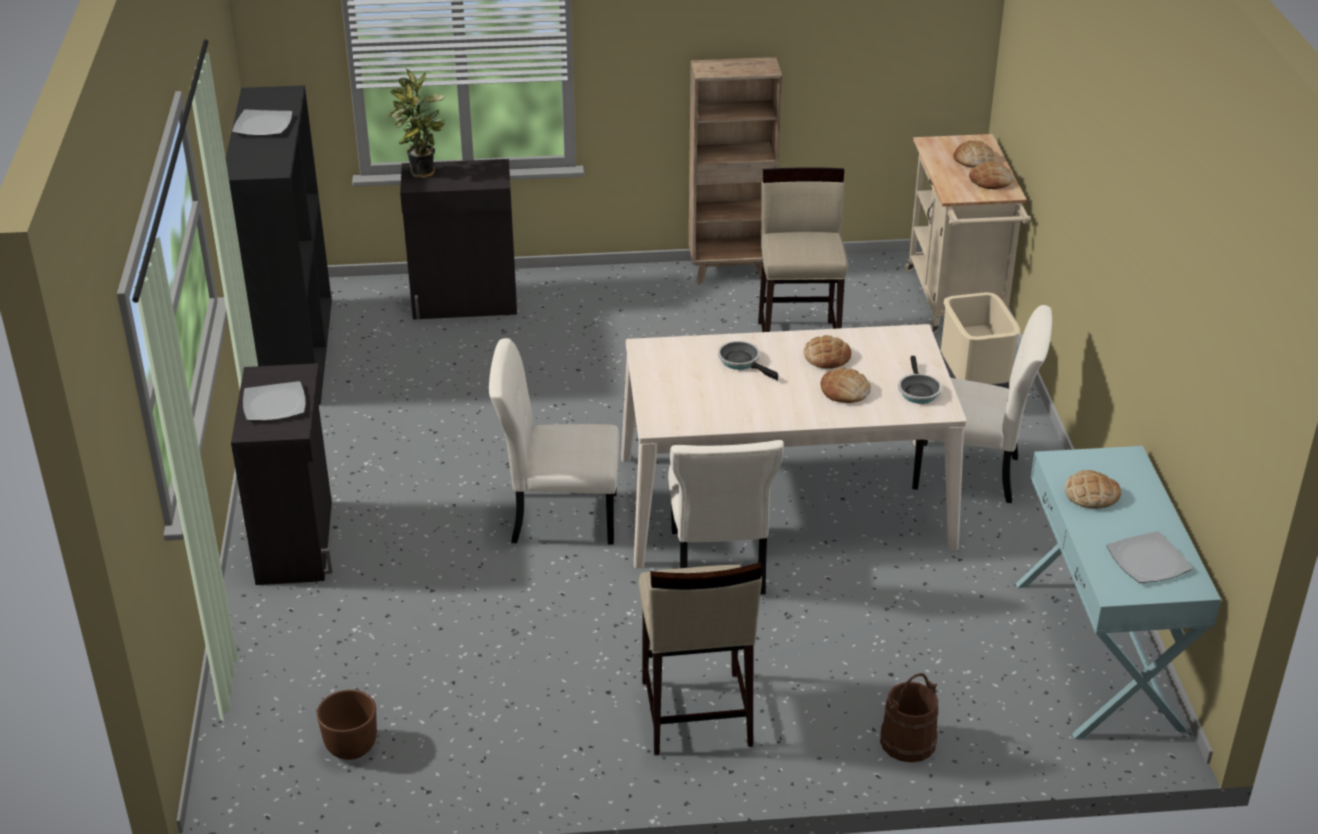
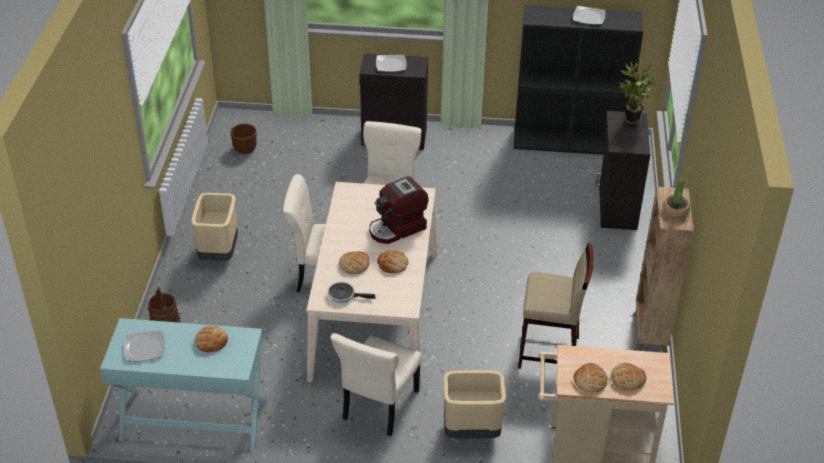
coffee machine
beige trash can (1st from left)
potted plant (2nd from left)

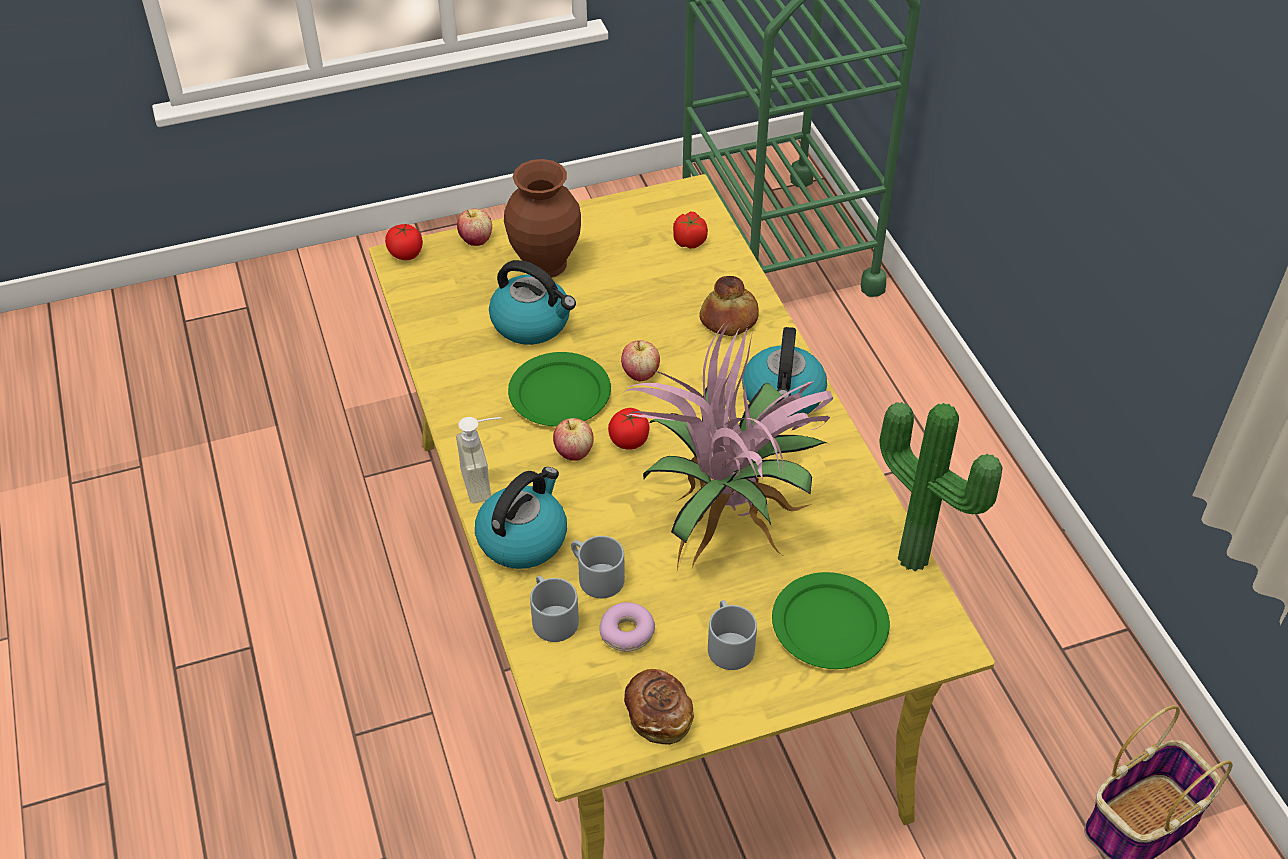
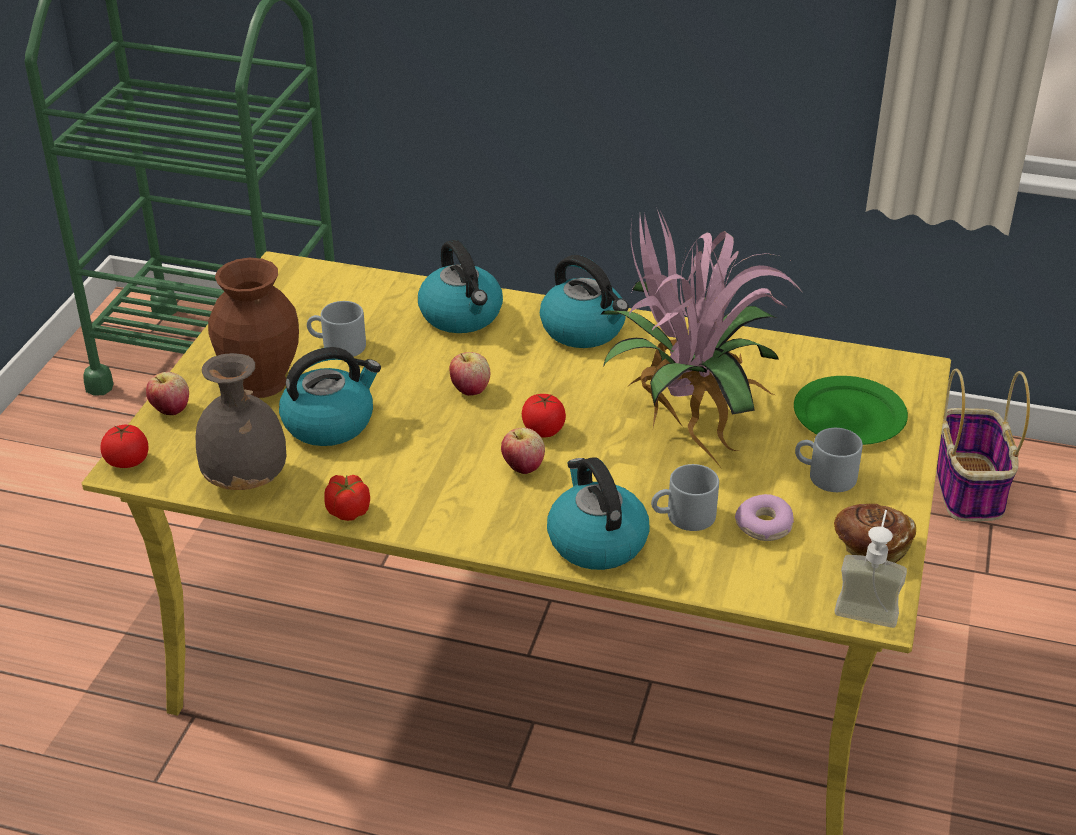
tomato (2nd from left)
kettle (2nd from left)
green plate (1st from left in the first image)
potted plant (2nd from left in the first image)
soap dispenser
grey mug (1st from left)
grey vase

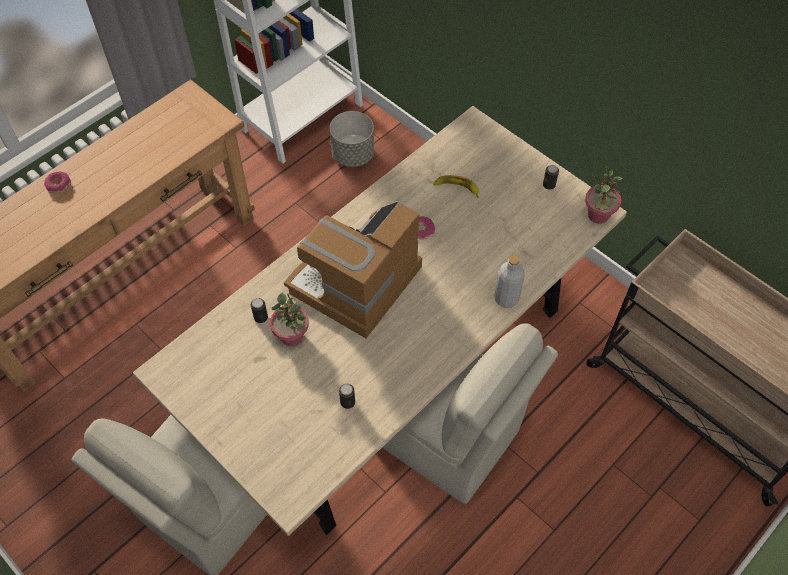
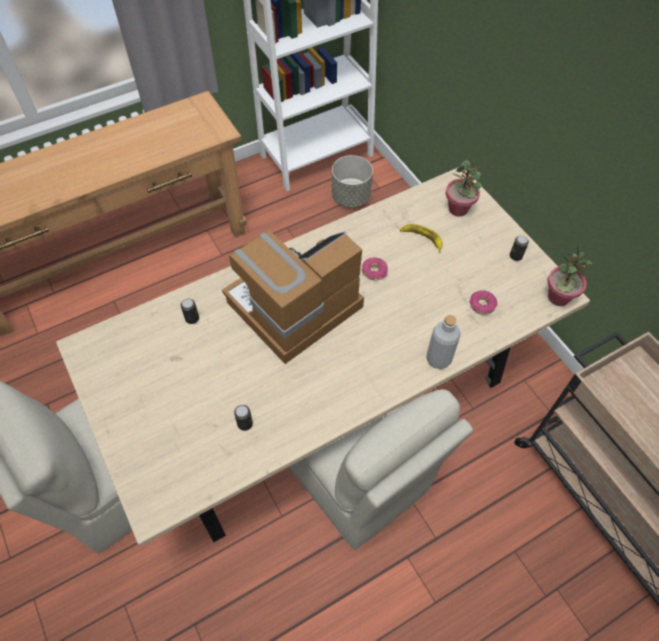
donut (2nd from left)
potted plant (1st from left)

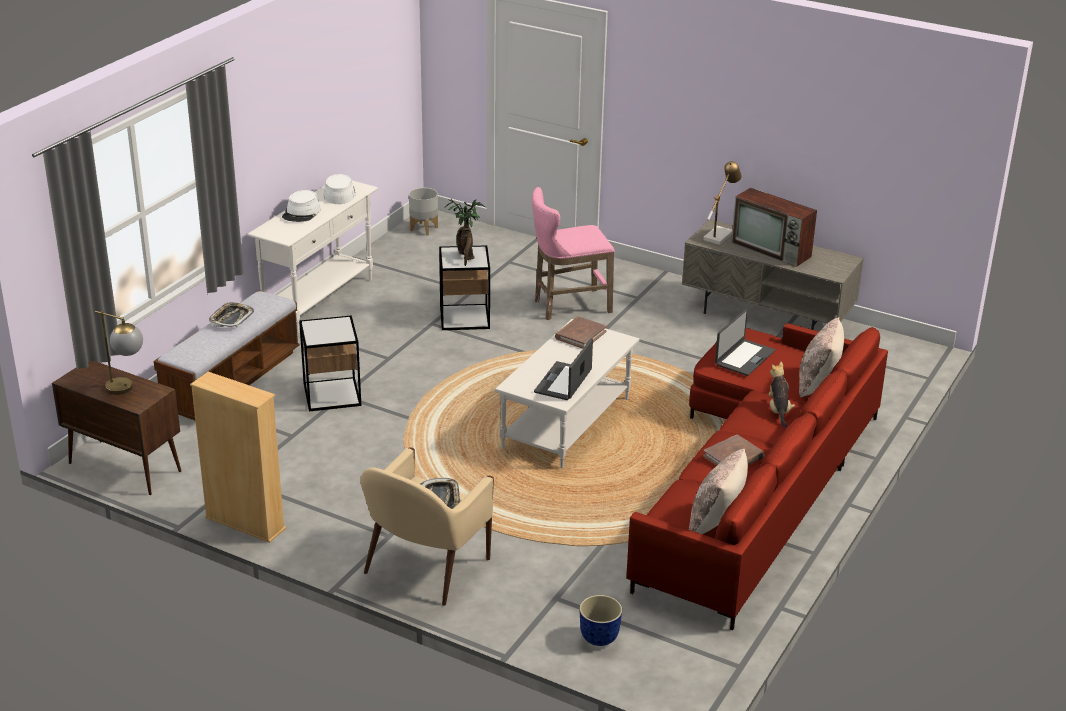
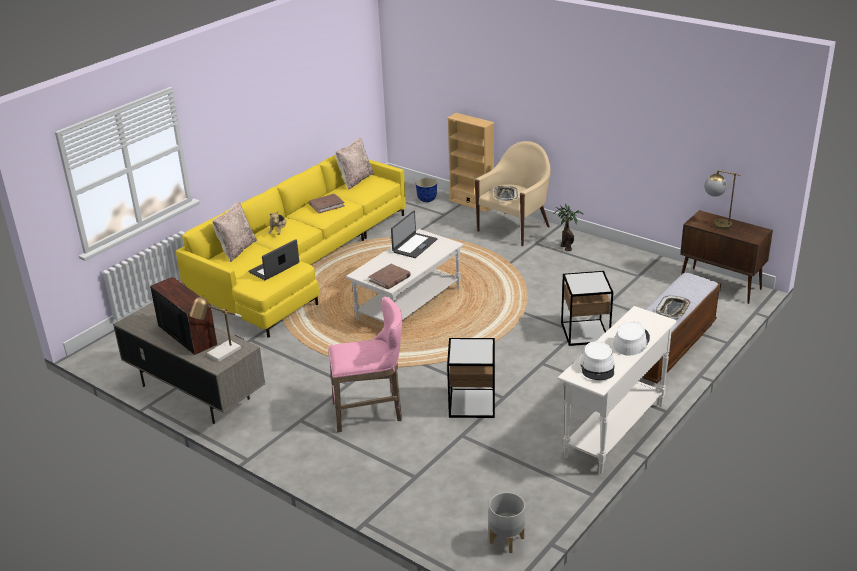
potted plant
yellow sofa
beige bookcase

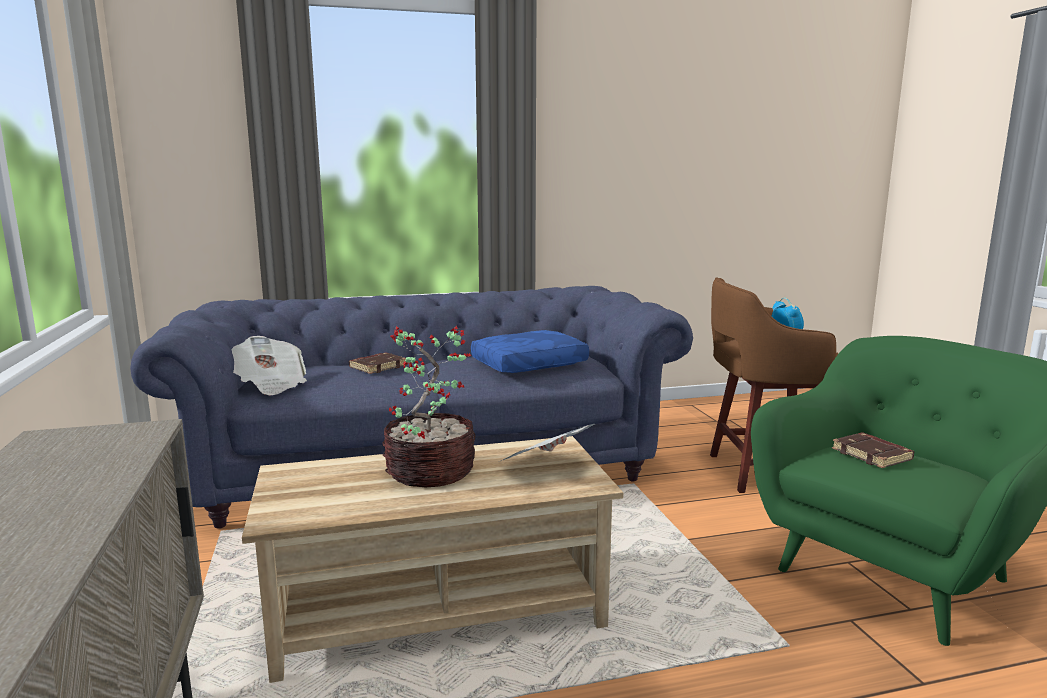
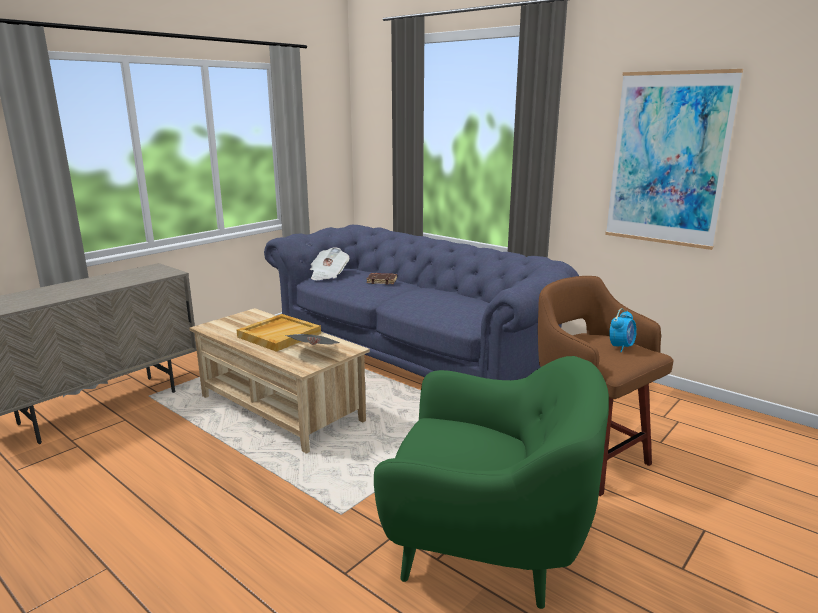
beige tray
blue pillow
brown book (2nd from left in the first image)
picture

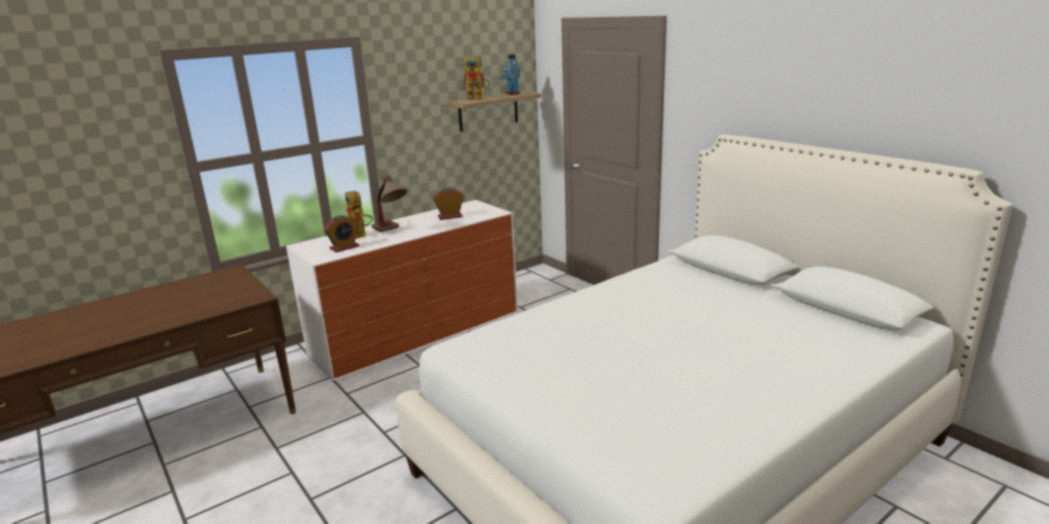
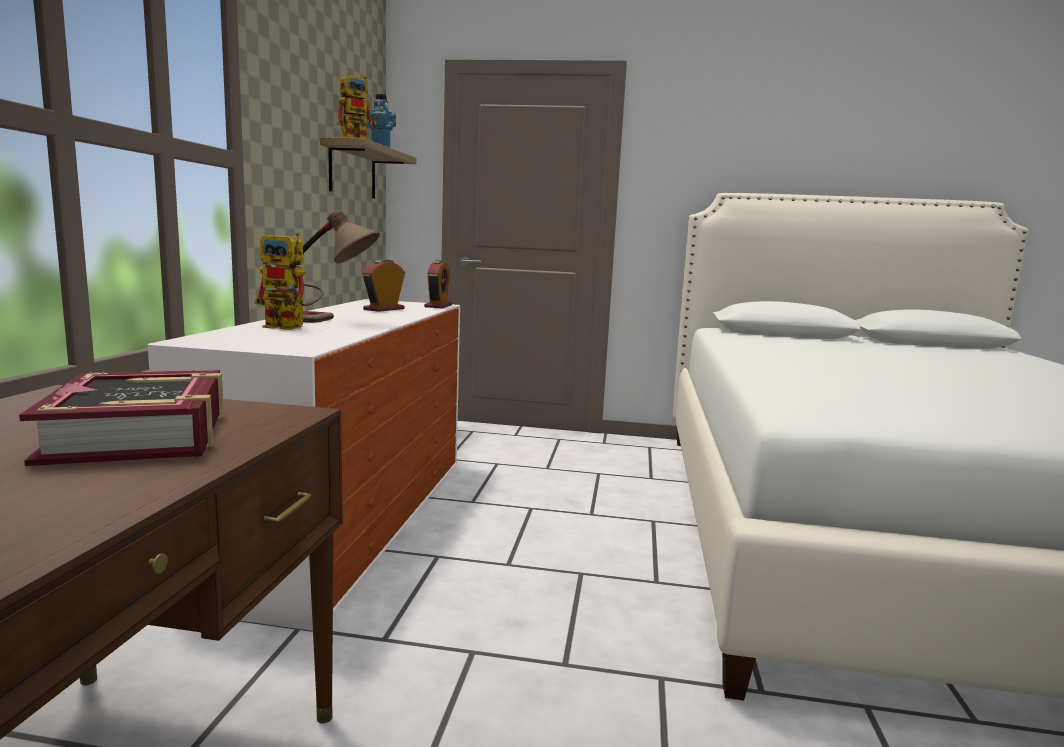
alarm clock (2nd from left)
book

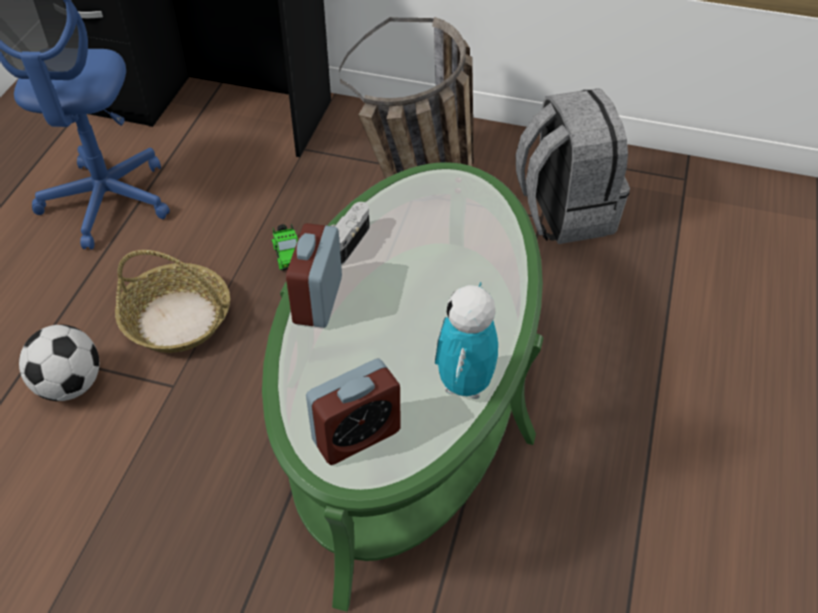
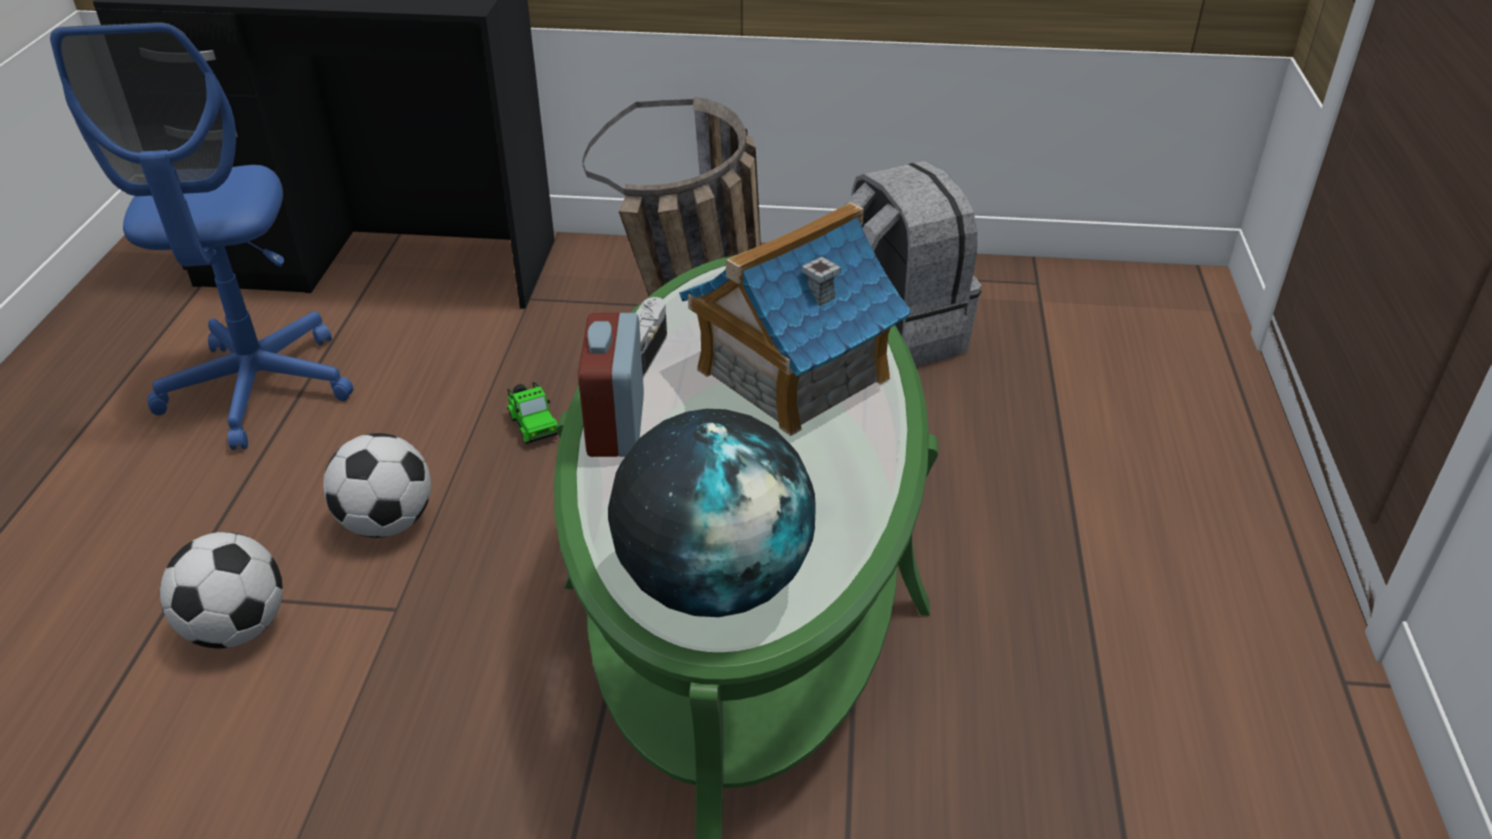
football (2nd from left)
toy robot
globe
toy house

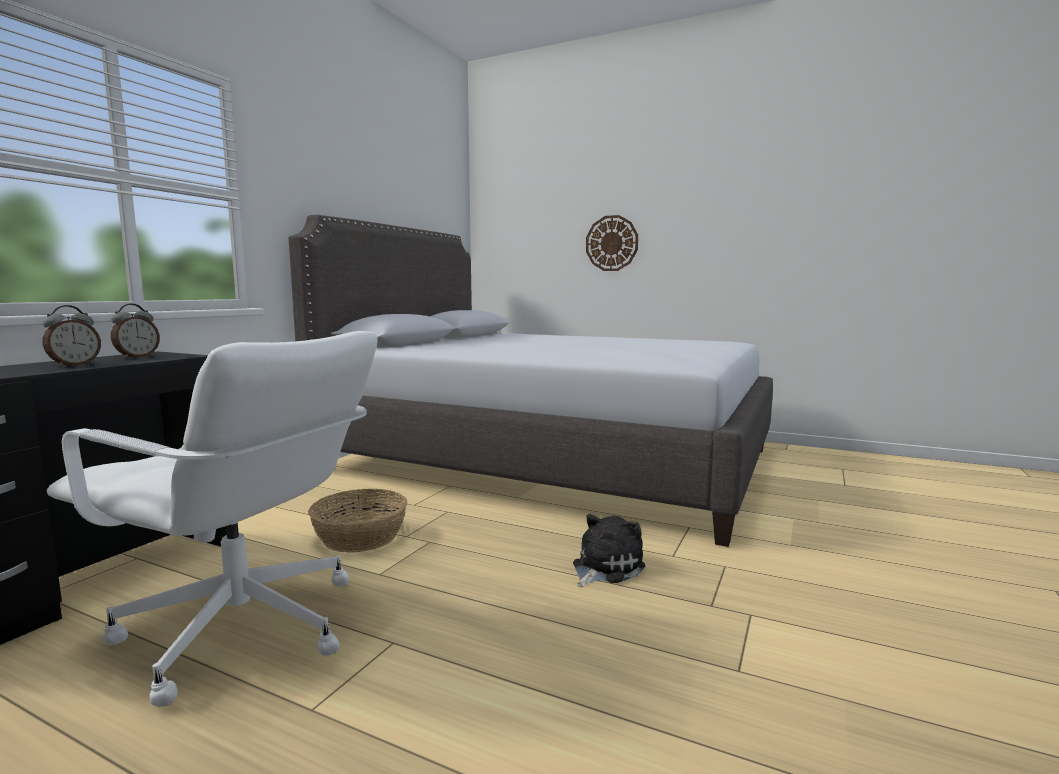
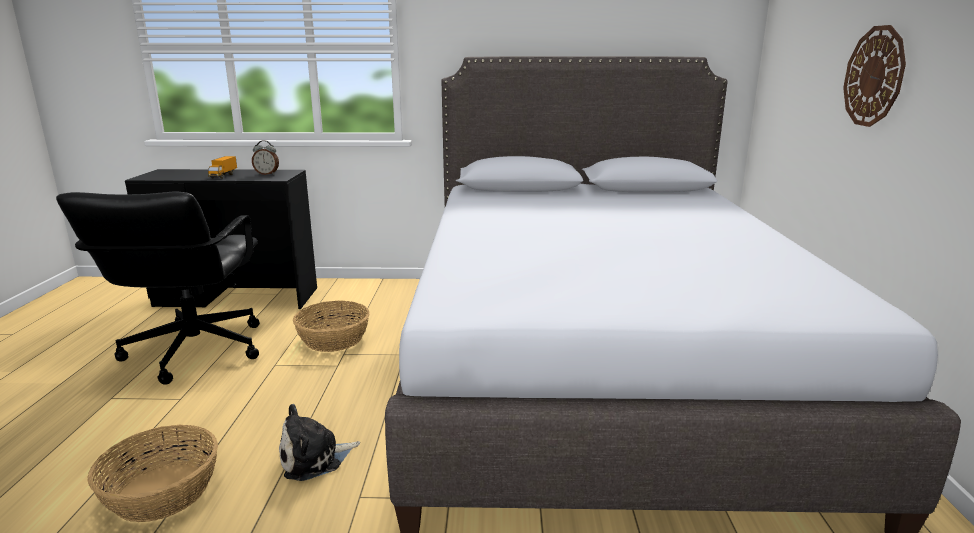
toy truck
black office chair
plush toy
basket (1st from left)

